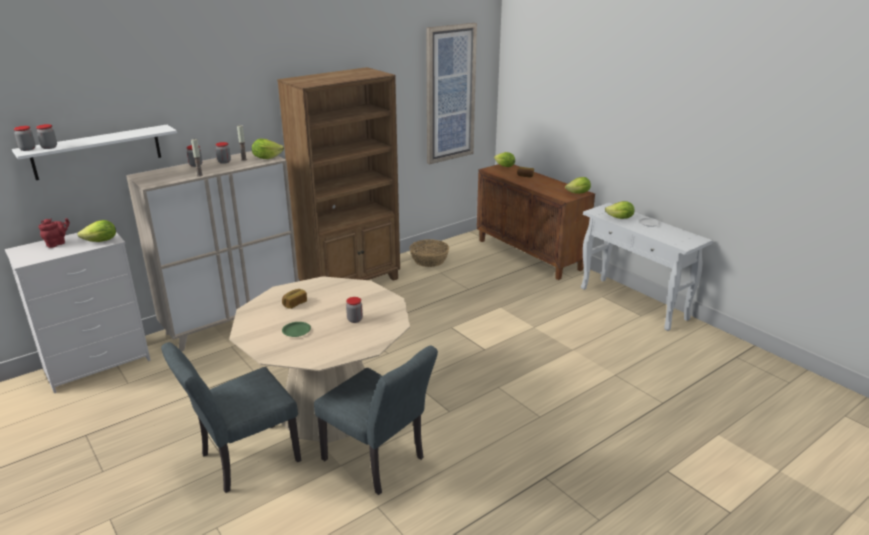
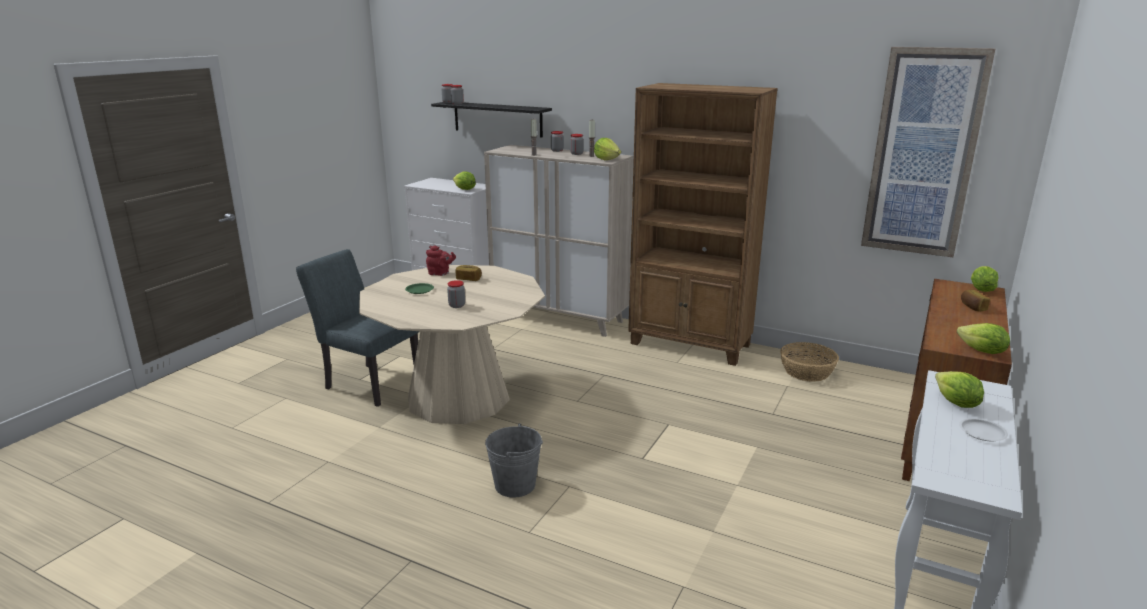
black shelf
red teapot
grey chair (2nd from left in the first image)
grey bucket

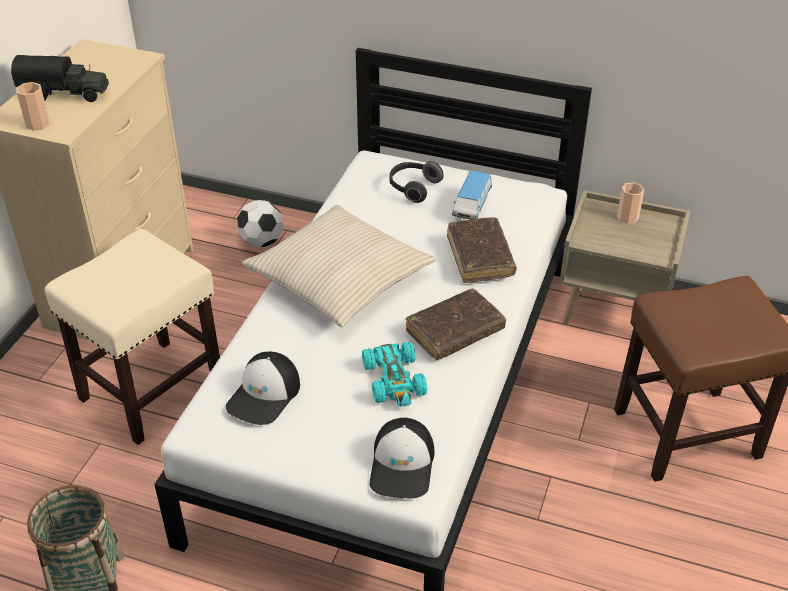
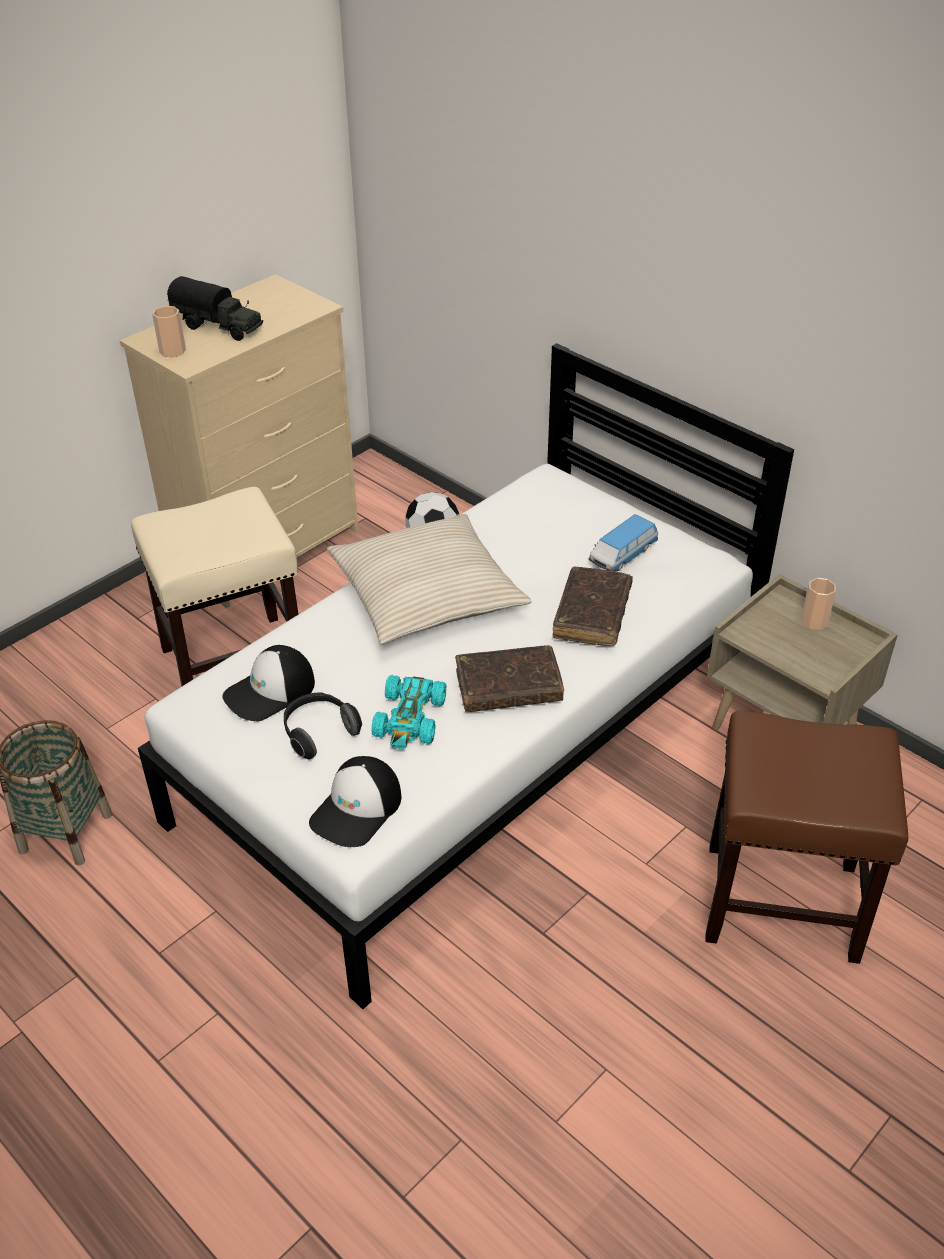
headphones

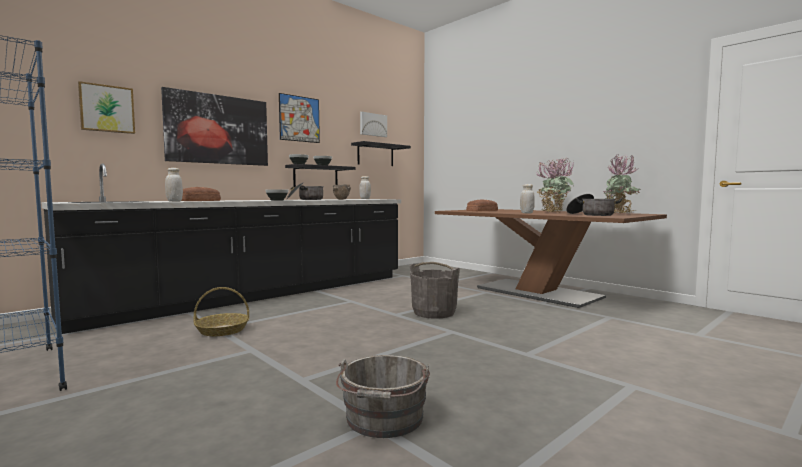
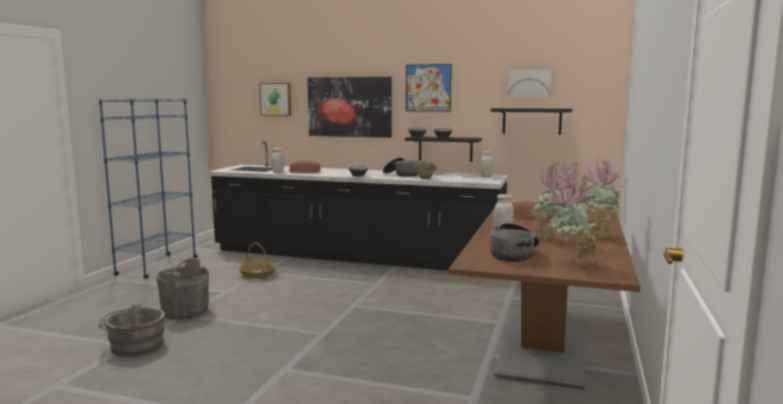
grey bucket (2nd from left)

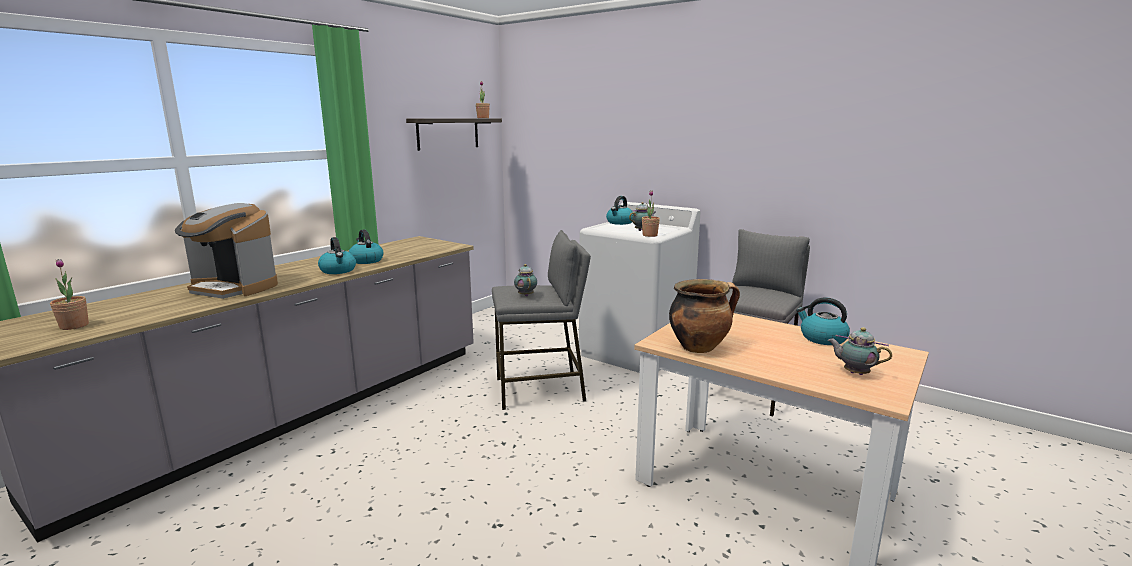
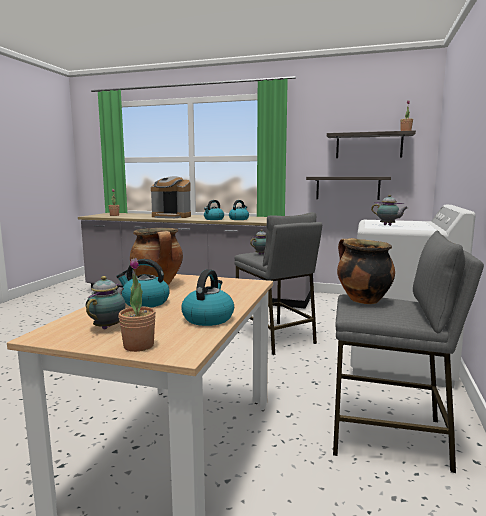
potted plant (2nd from left)
kettle (1st from left)
coffee machine
shelf (1st from left)
cooking pot (2nd from left)

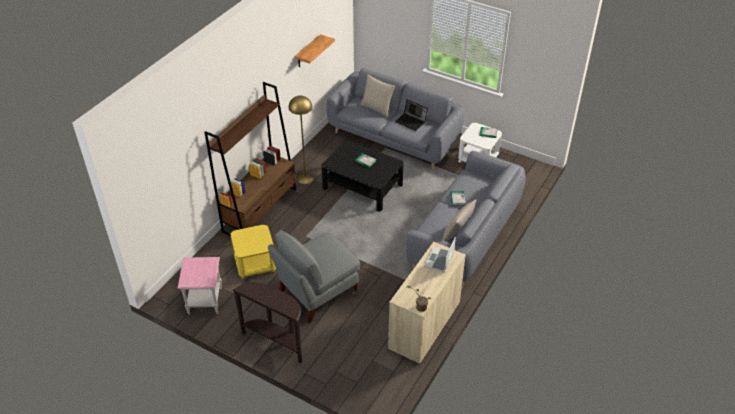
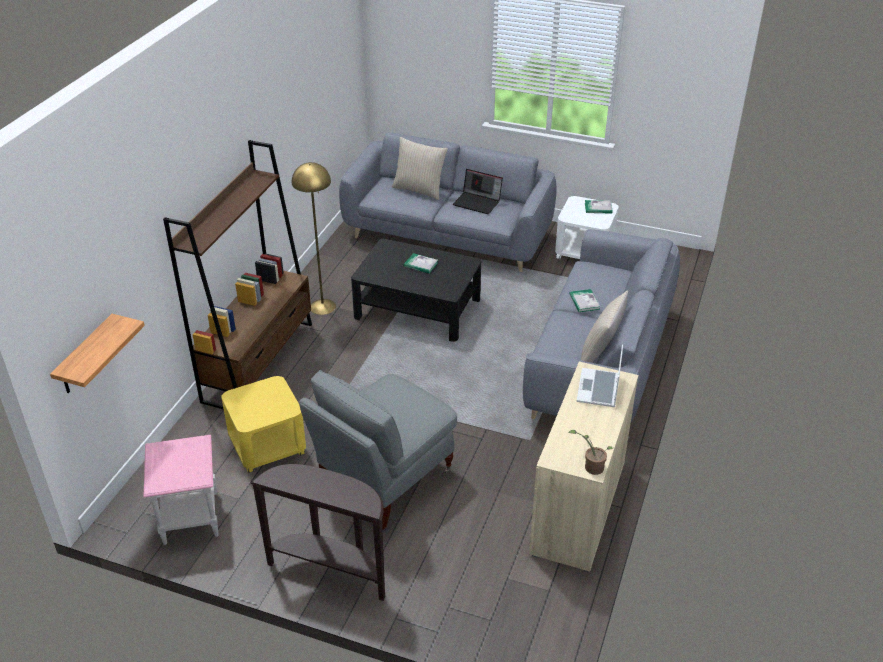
shelf

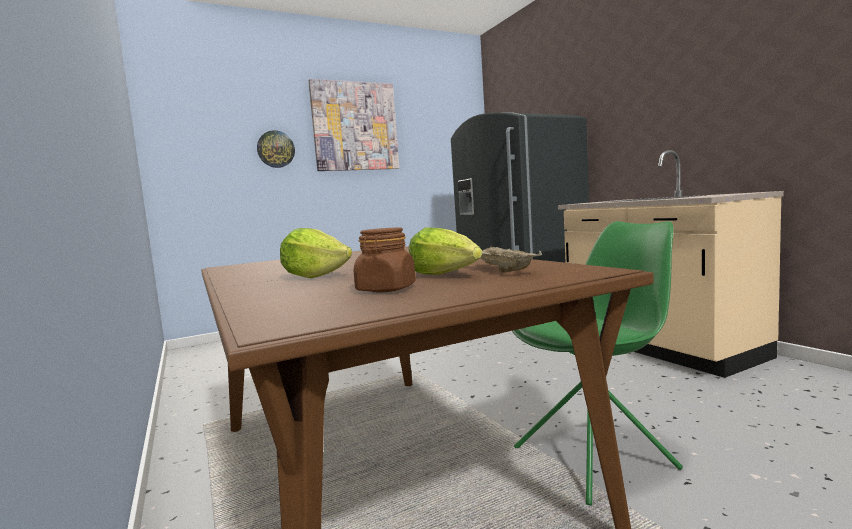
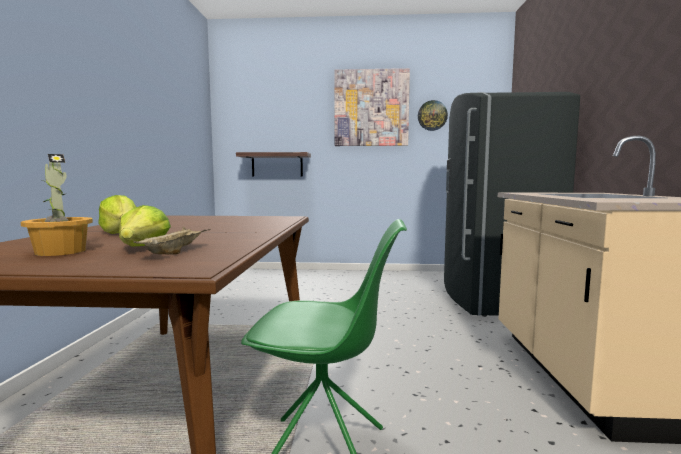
wall clock
potted plant
shelf

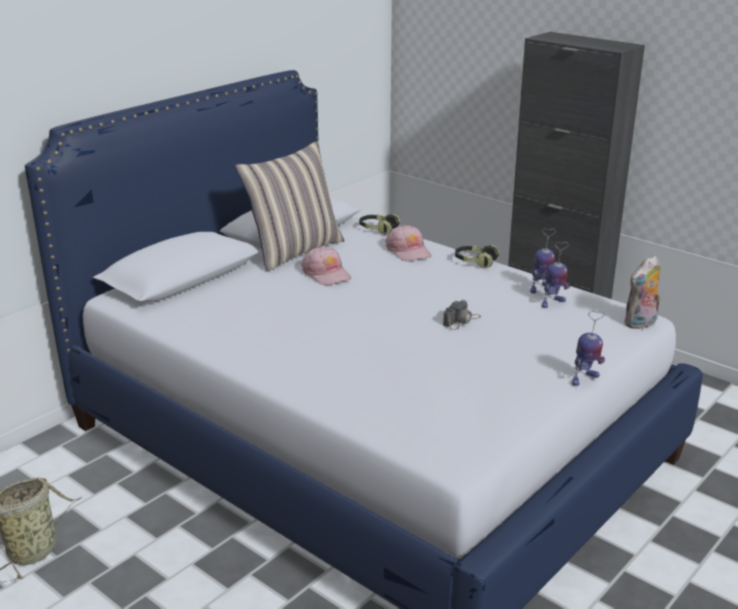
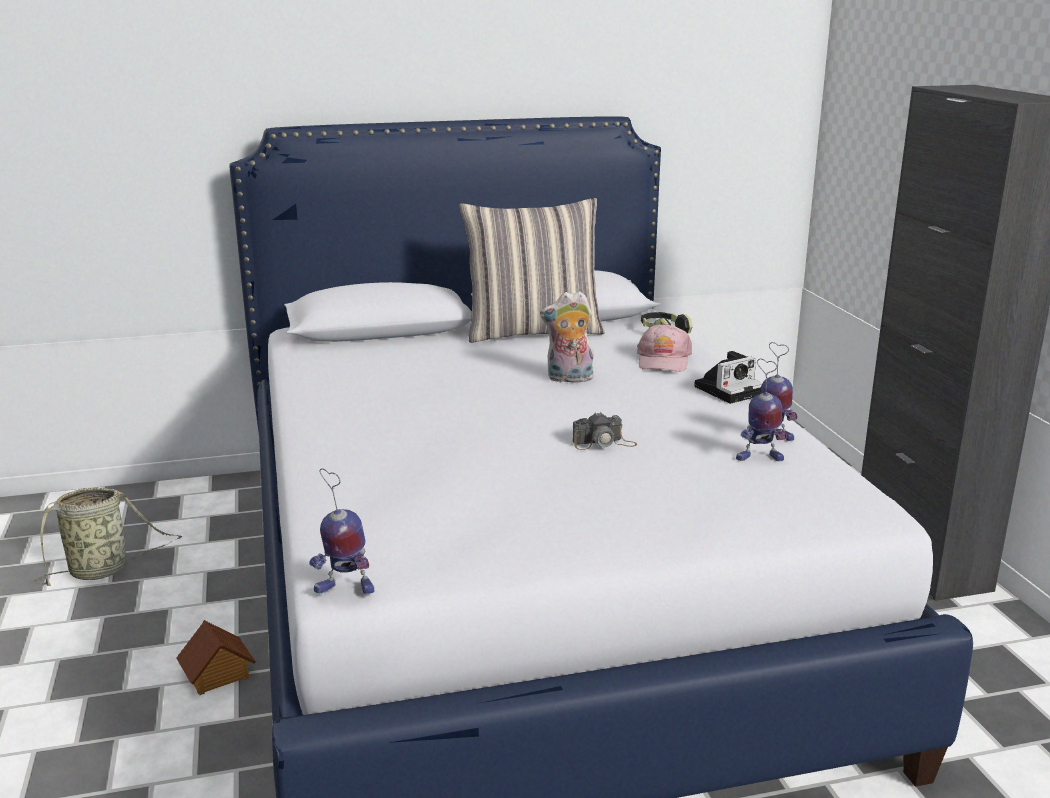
photo camera (2nd from left)
pink cap (1st from left in the first image)
plush toy
toy robot (1st from left)
toy house

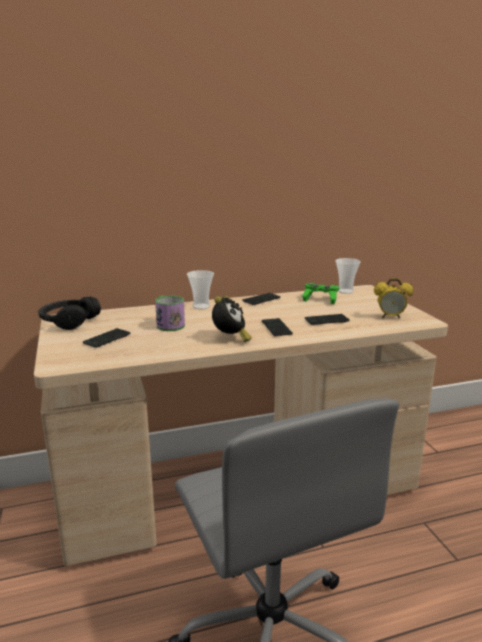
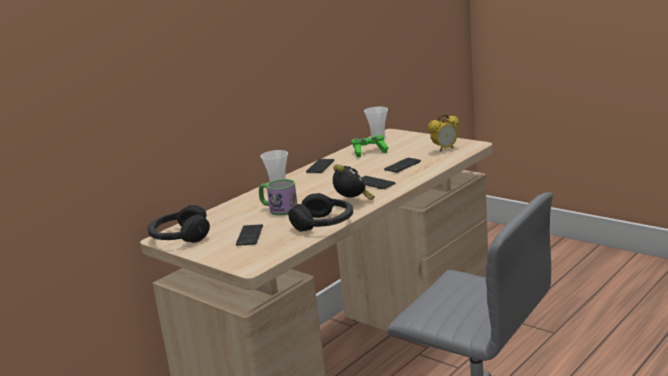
black headphones (2nd from left)

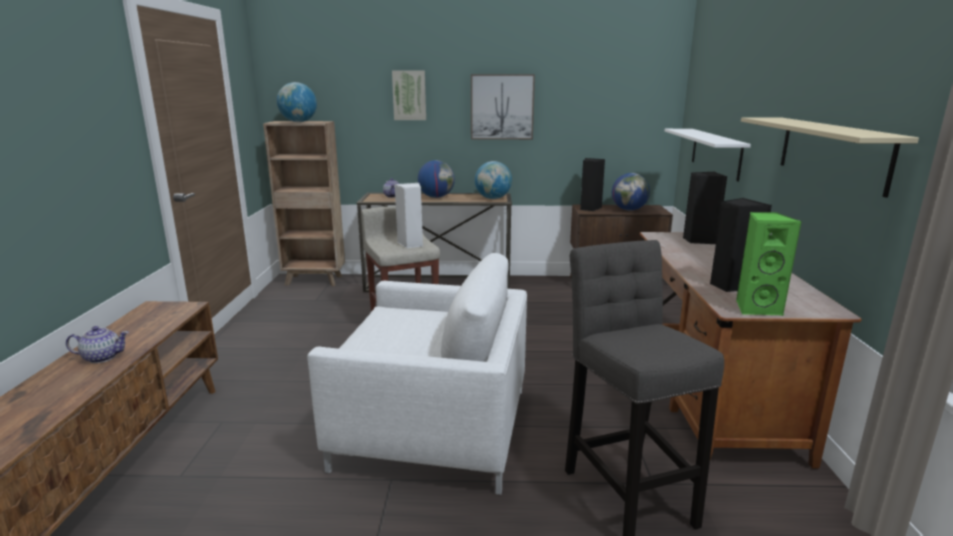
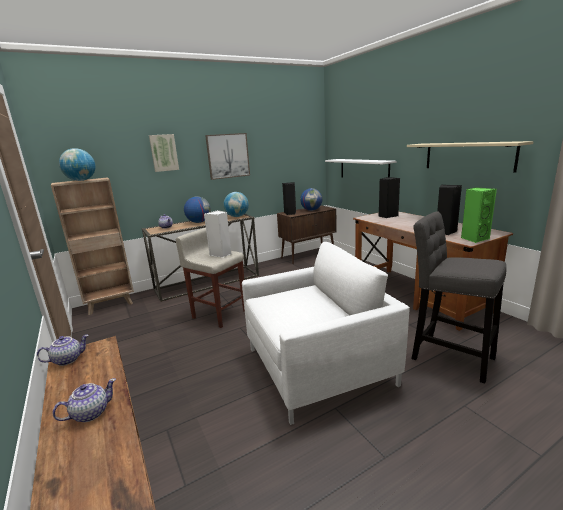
teapot (1st from left)

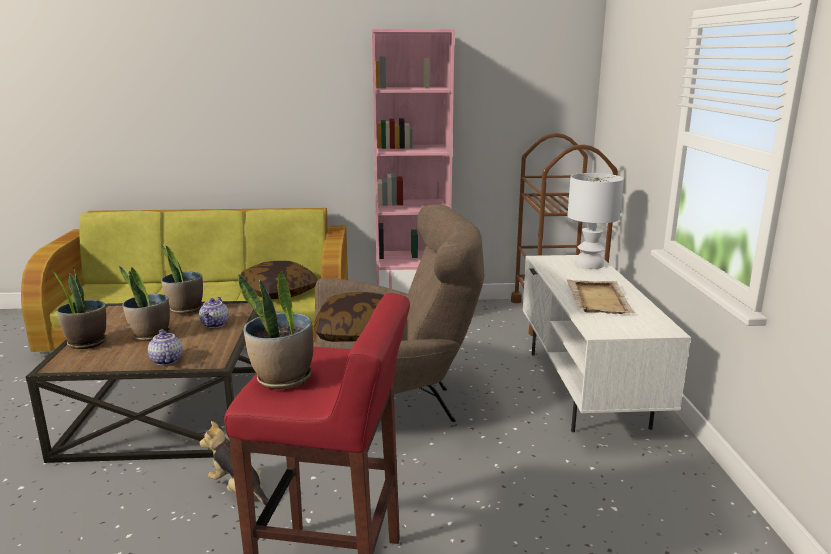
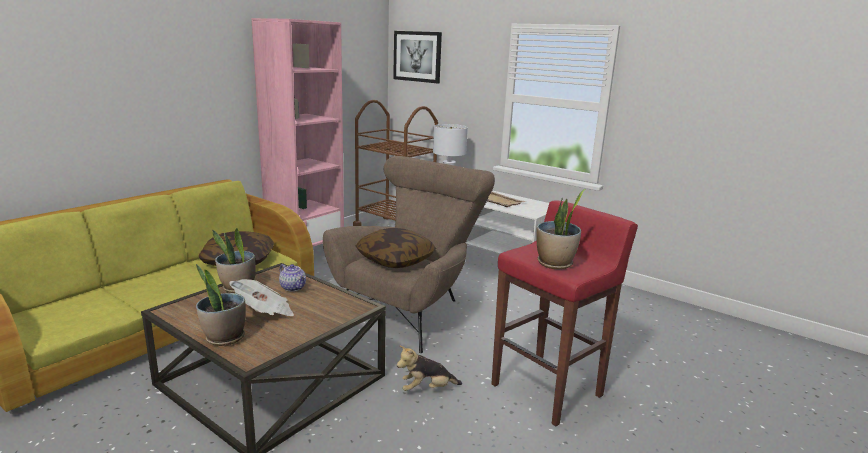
newspaper
teapot (1st from left in the first image)
picture

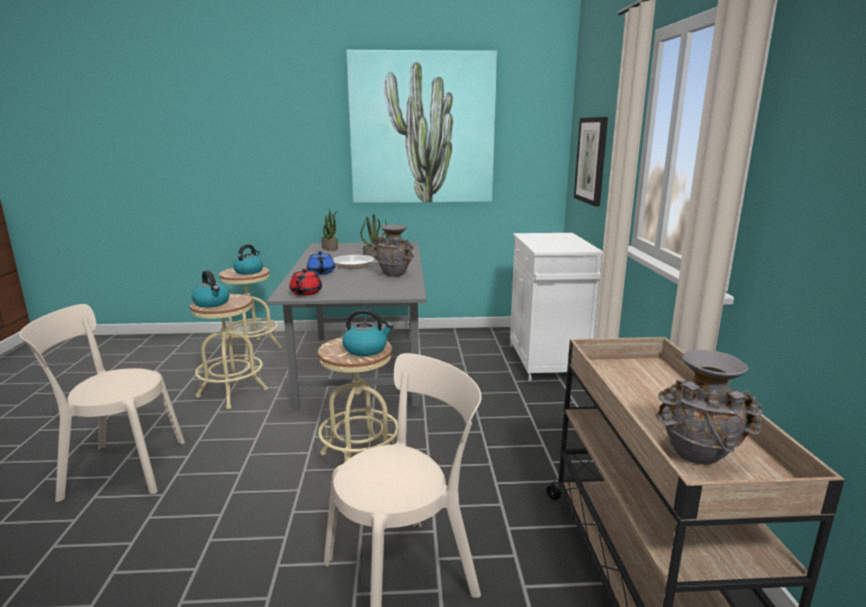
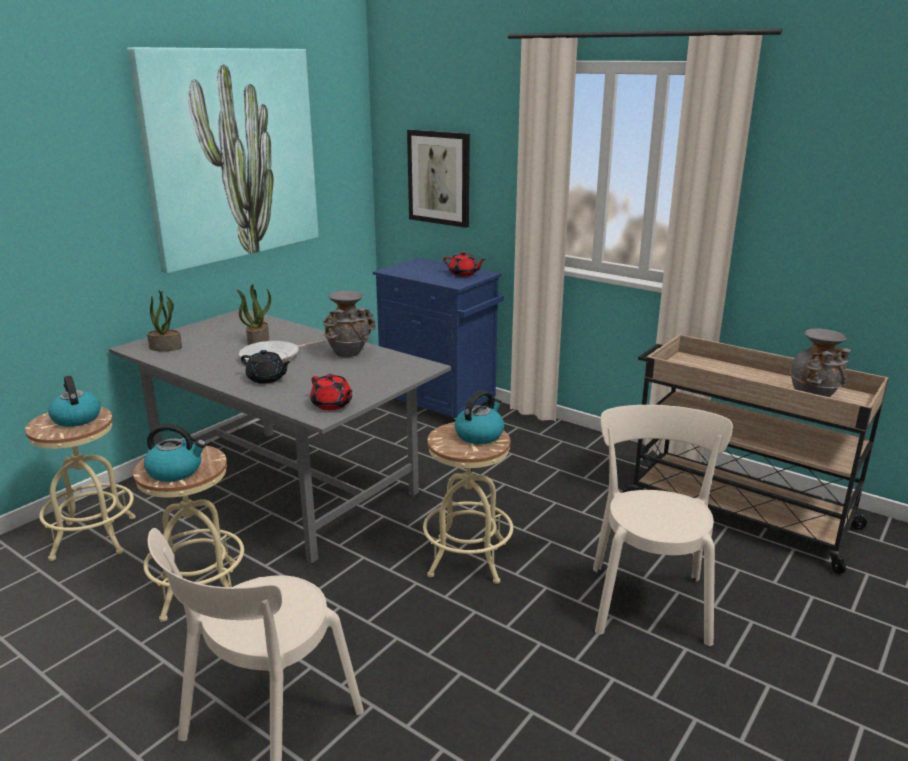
blue cabinet
black teapot
red teapot (2nd from left)

